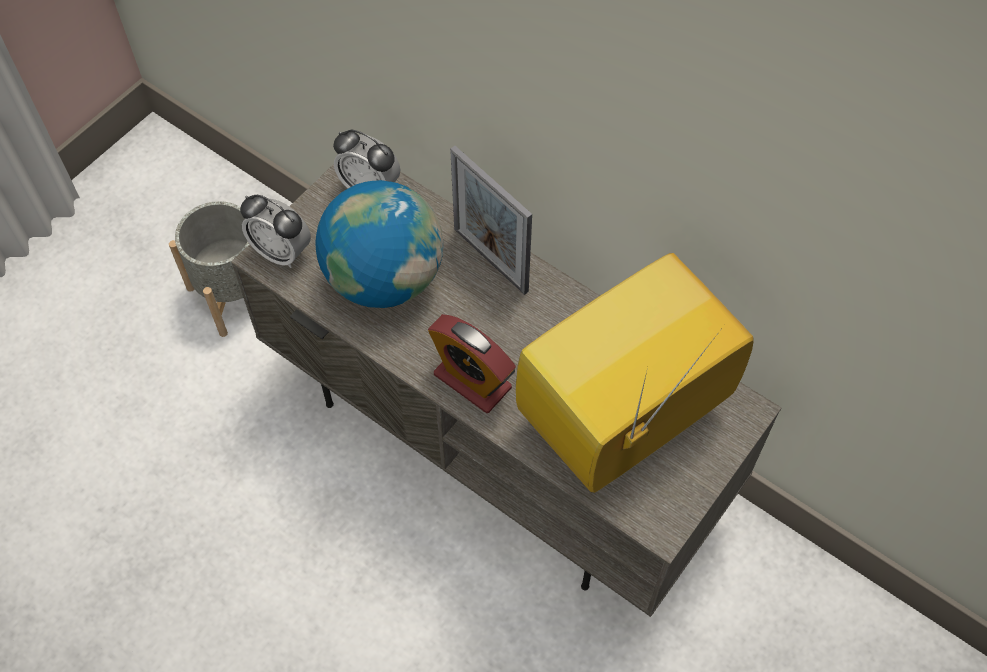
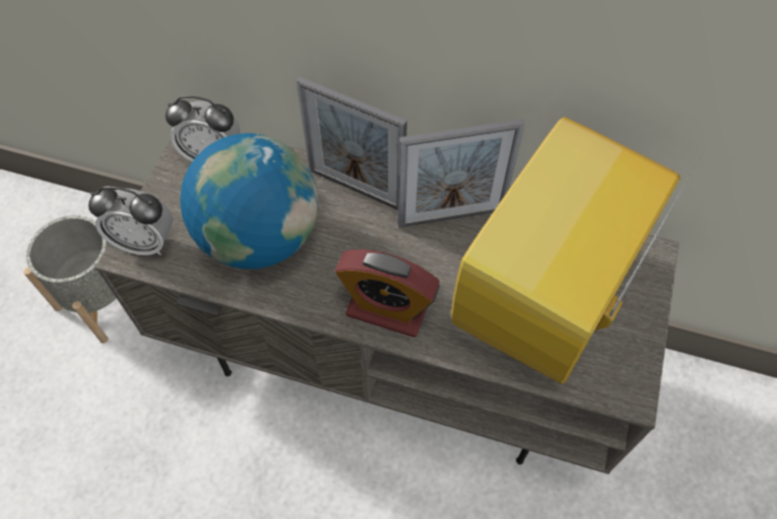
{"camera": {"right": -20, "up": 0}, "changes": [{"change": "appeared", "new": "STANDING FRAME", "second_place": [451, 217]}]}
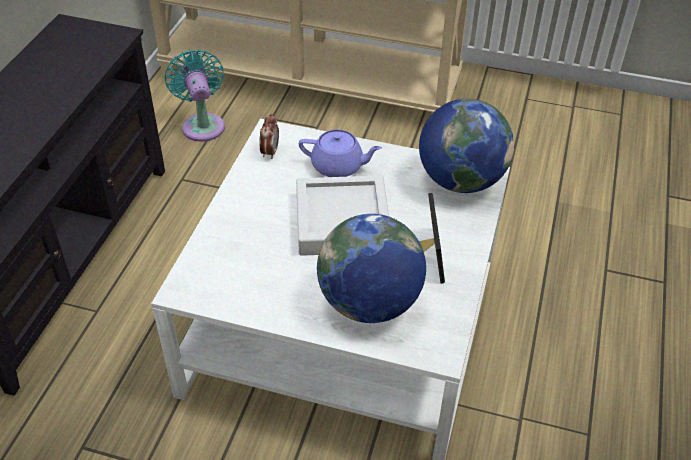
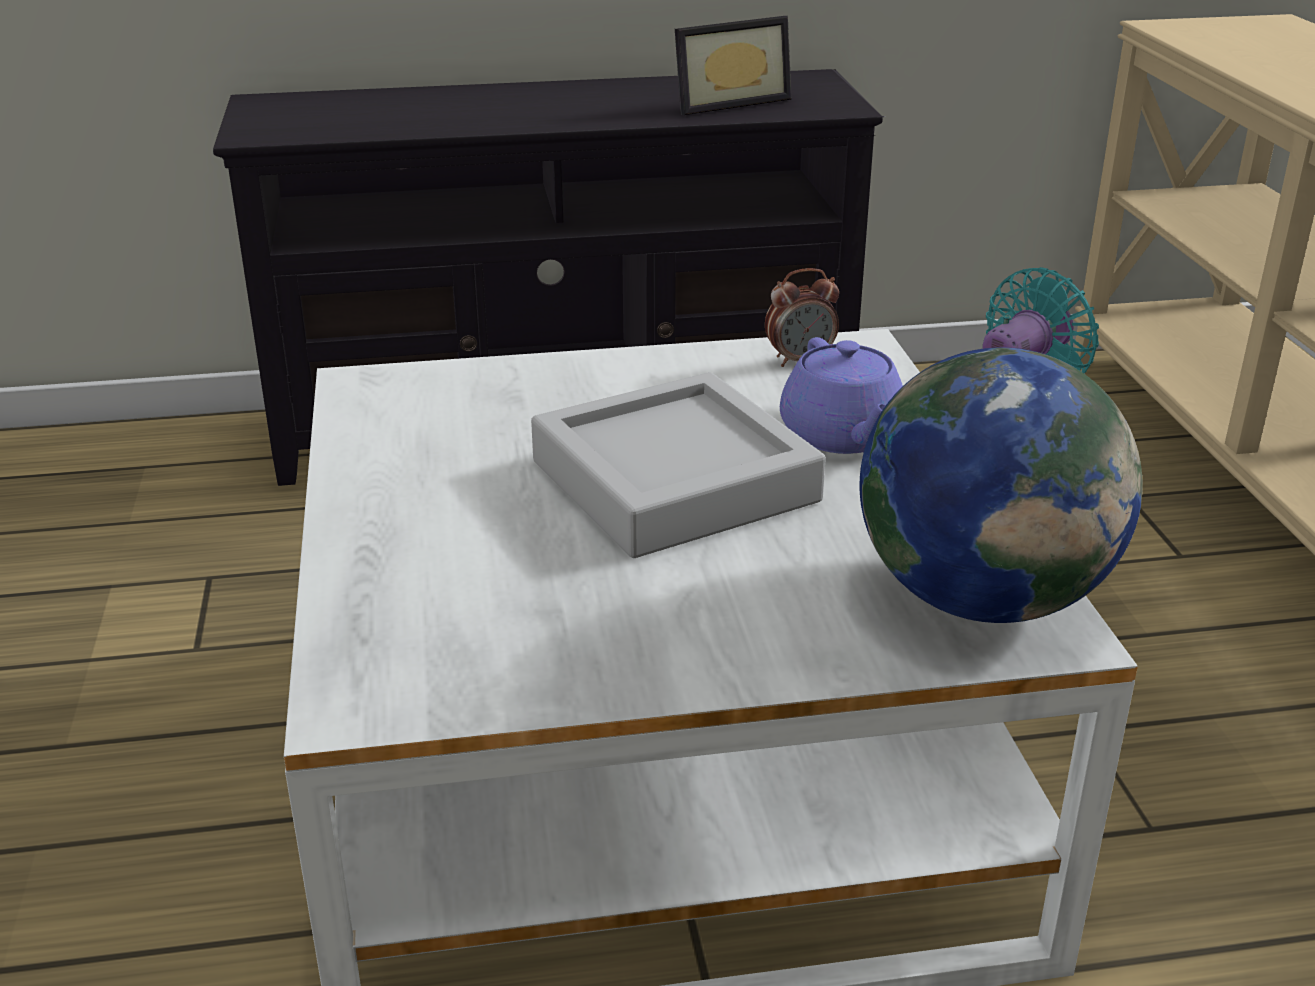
{"camera": {"right": 65, "up": -15}, "changes": [{"change": "missing", "old": "WORLD GLOBE", "first_place": [369, 303]}, {"change": "relocated", "old": "STANDING FRAME", "first_place": [425, 255], "second_place": [726, 102]}]}
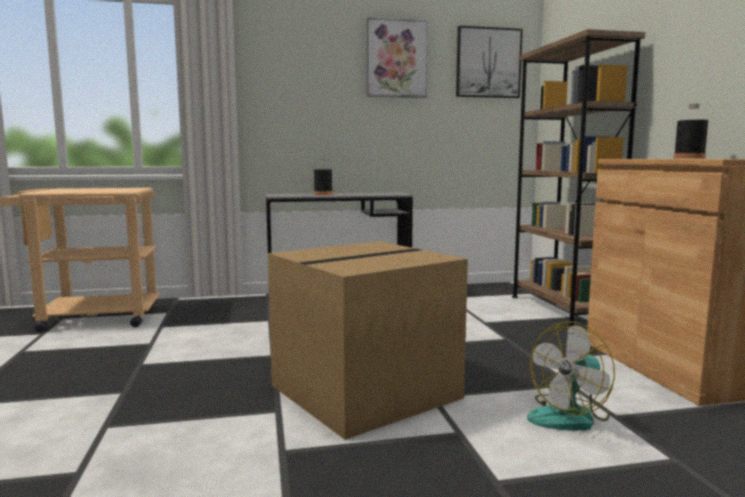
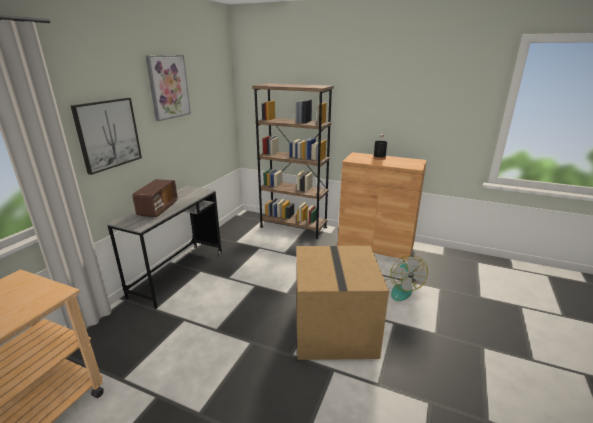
{"camera": {"right": -55, "up": 15}, "changes": [{"change": "exchanged", "old": "BLACKISH BOTTLE", "new": "RADIO", "first_place": [323, 194], "second_place": [158, 209]}, {"change": "relocated", "old": "WALL PICTURE", "first_place": [488, 63], "second_place": [108, 134]}]}
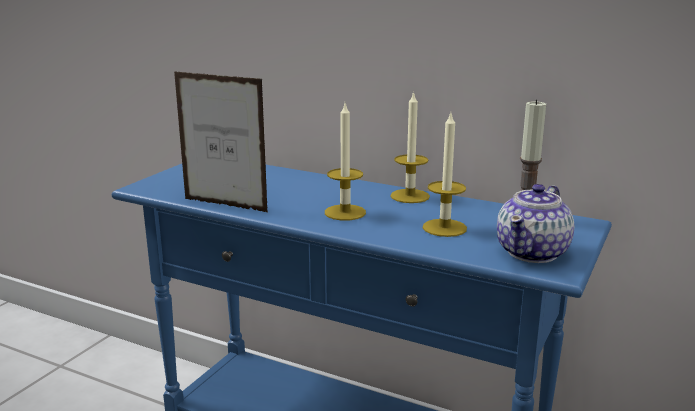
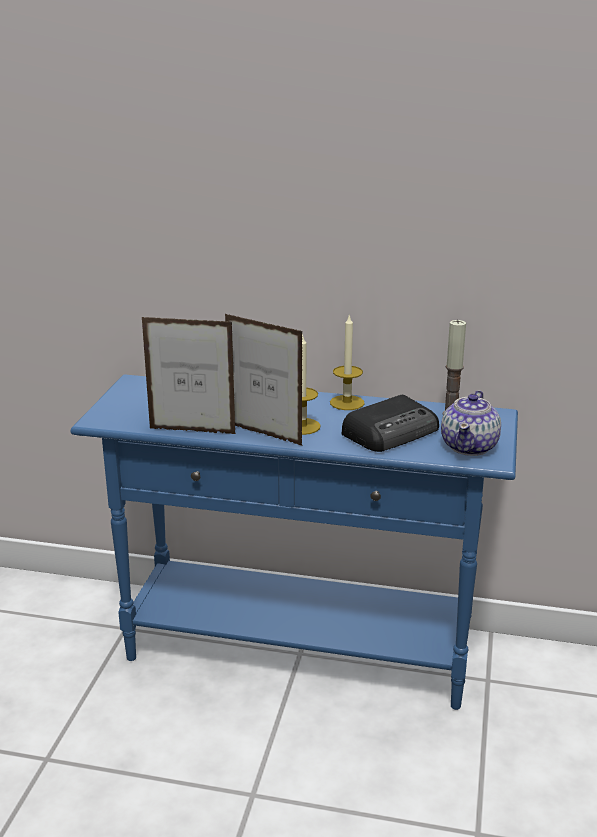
{"camera": {"right": -15, "up": 5}, "changes": [{"change": "exchanged", "old": "WAX LIGHT", "new": "RADIO", "first_place": [444, 228], "second_place": [392, 432]}, {"change": "appeared", "new": "STANDING FRAME", "second_place": [264, 435]}]}
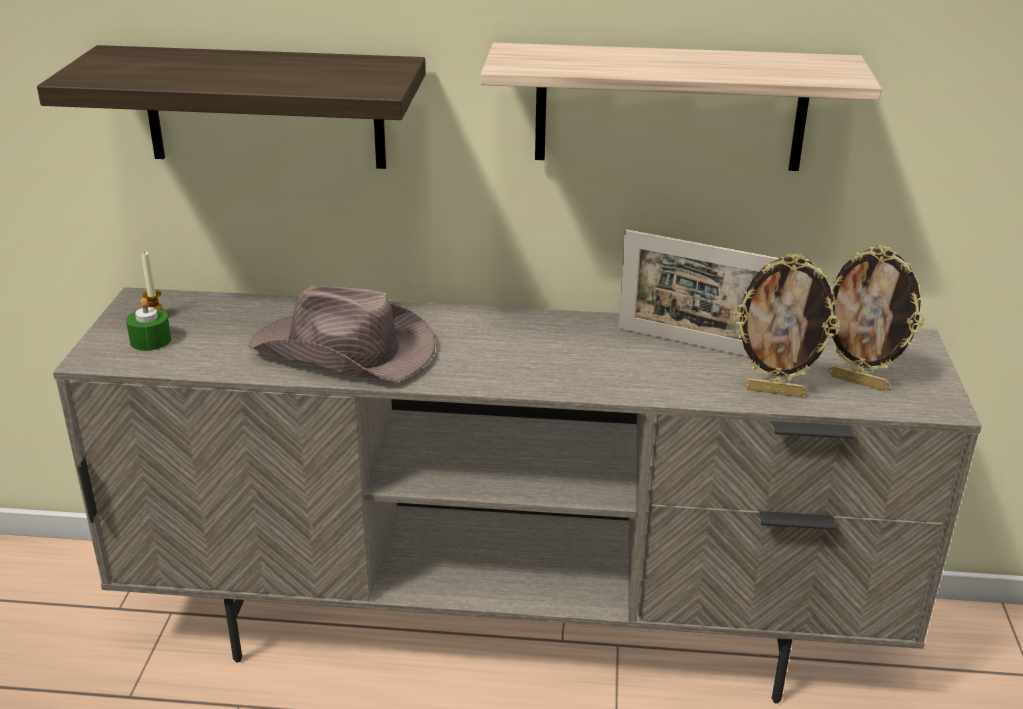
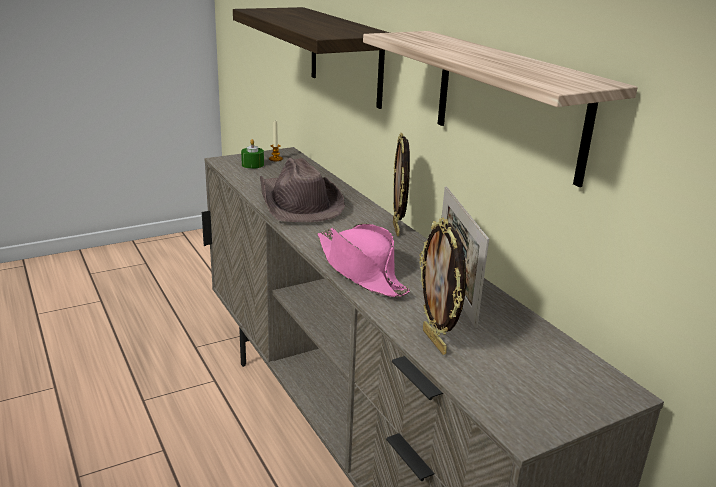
{"camera": {"right": 55, "up": -5}, "changes": [{"change": "relocated", "old": "STANDING FRAME", "first_place": [858, 381], "second_place": [397, 229]}, {"change": "appeared", "new": "PINK HAT", "second_place": [361, 270]}]}
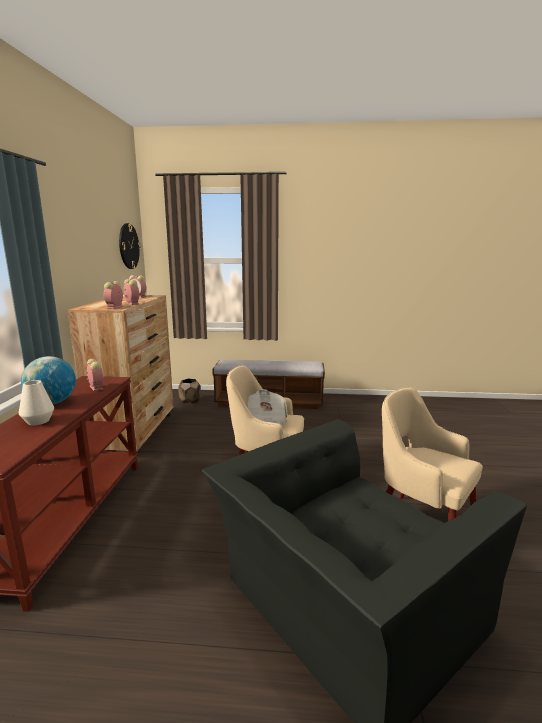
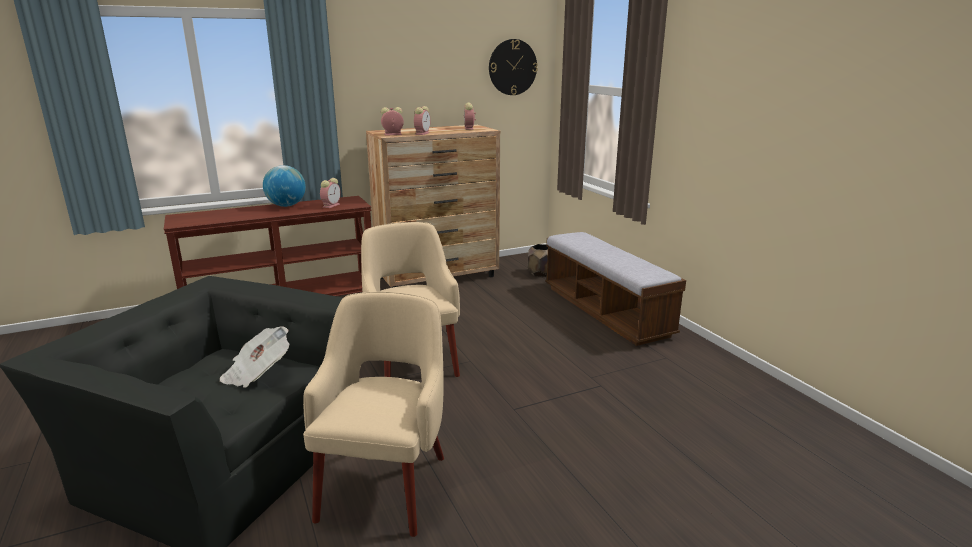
{"camera": {"right": 60, "up": 5}, "changes": [{"change": "missing", "old": "WHITISH DECORATIVE VASE", "first_place": [38, 421]}, {"change": "relocated", "old": "NEWSPAPER", "first_place": [267, 420], "second_place": [257, 373]}]}
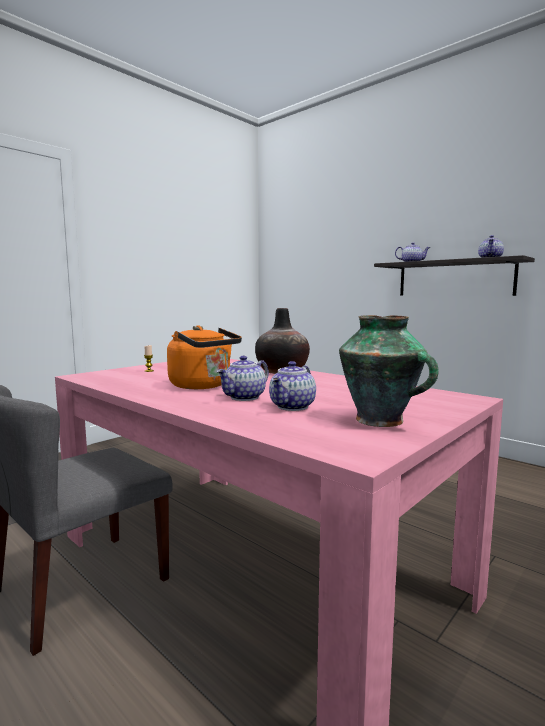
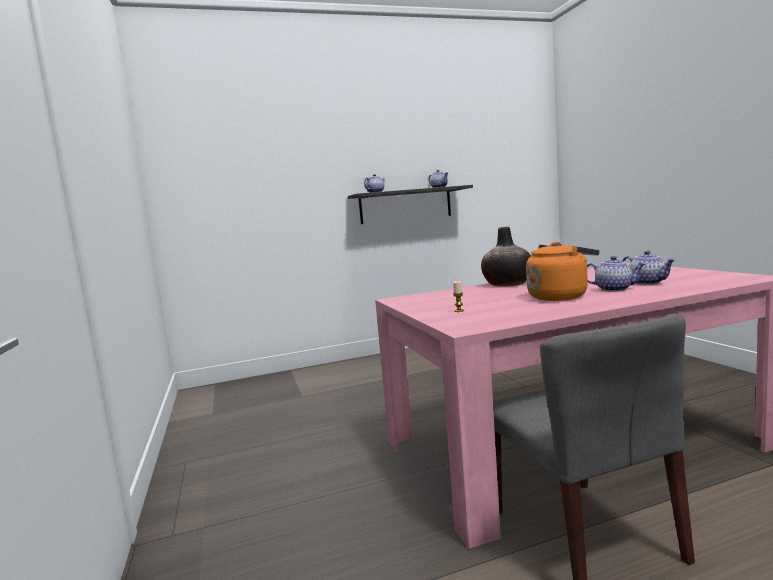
{"camera": {"right": -60, "up": 0}, "changes": [{"change": "spun", "old": "POT FOR TEA", "first_place": [244, 397], "second_place": [614, 289], "degrees": -45}, {"change": "missing", "old": "DECORATIVE VASE", "first_place": [381, 421]}]}
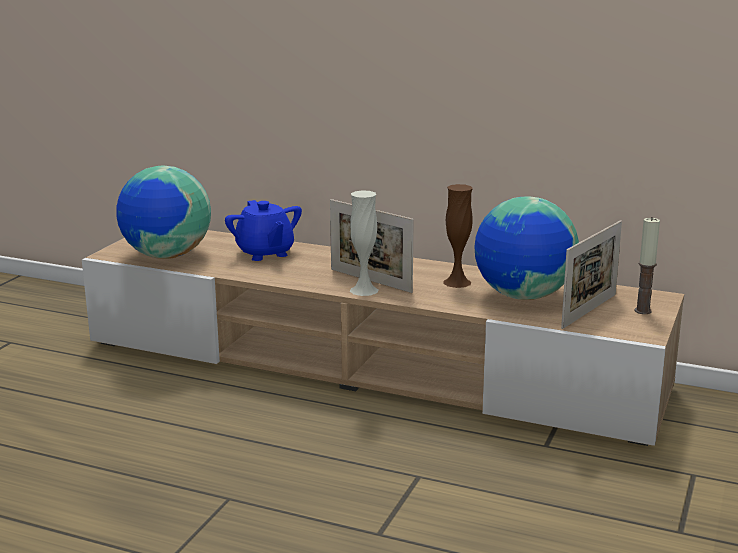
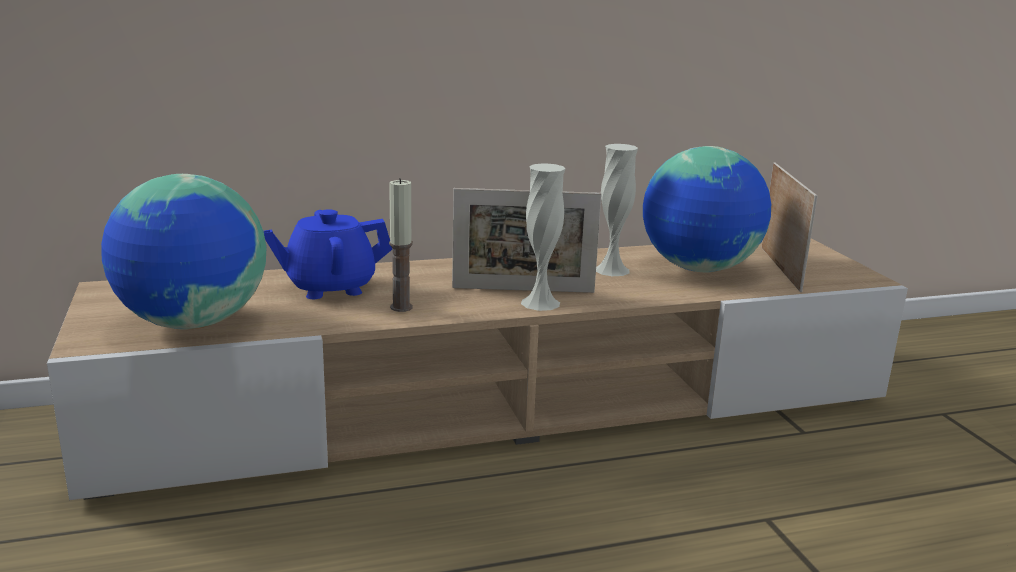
{"camera": {"right": -40, "up": 0}, "changes": [{"change": "spun", "old": "BLUE POT FOR TEA", "first_place": [265, 253], "second_place": [330, 287], "degrees": 135}, {"change": "colour", "old": "BROWN DECORATIVE VASE", "new": "WHITISH DECORATIVE VASE", "first_place": [457, 282], "second_place": [611, 270]}, {"change": "relocated", "old": "WAX LIGHT", "first_place": [642, 311], "second_place": [401, 307]}]}
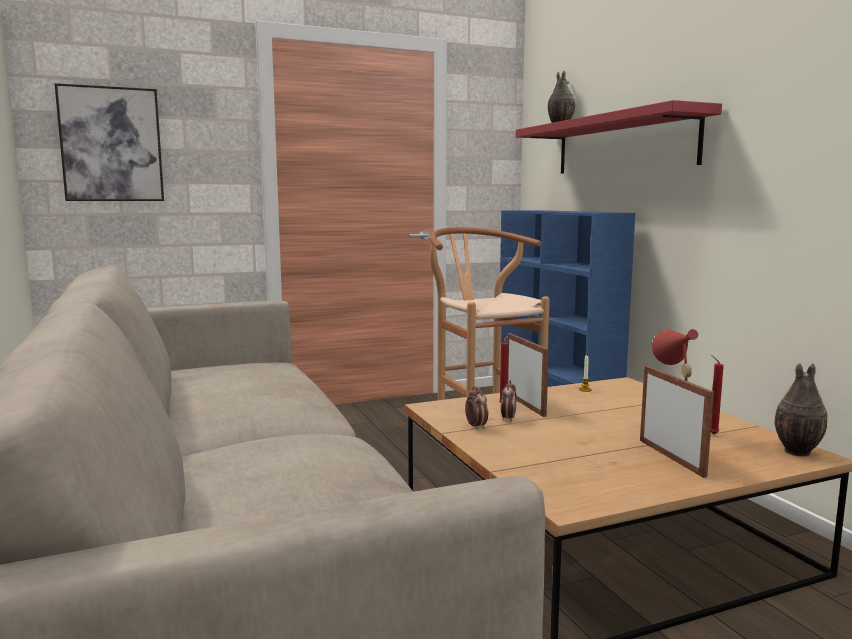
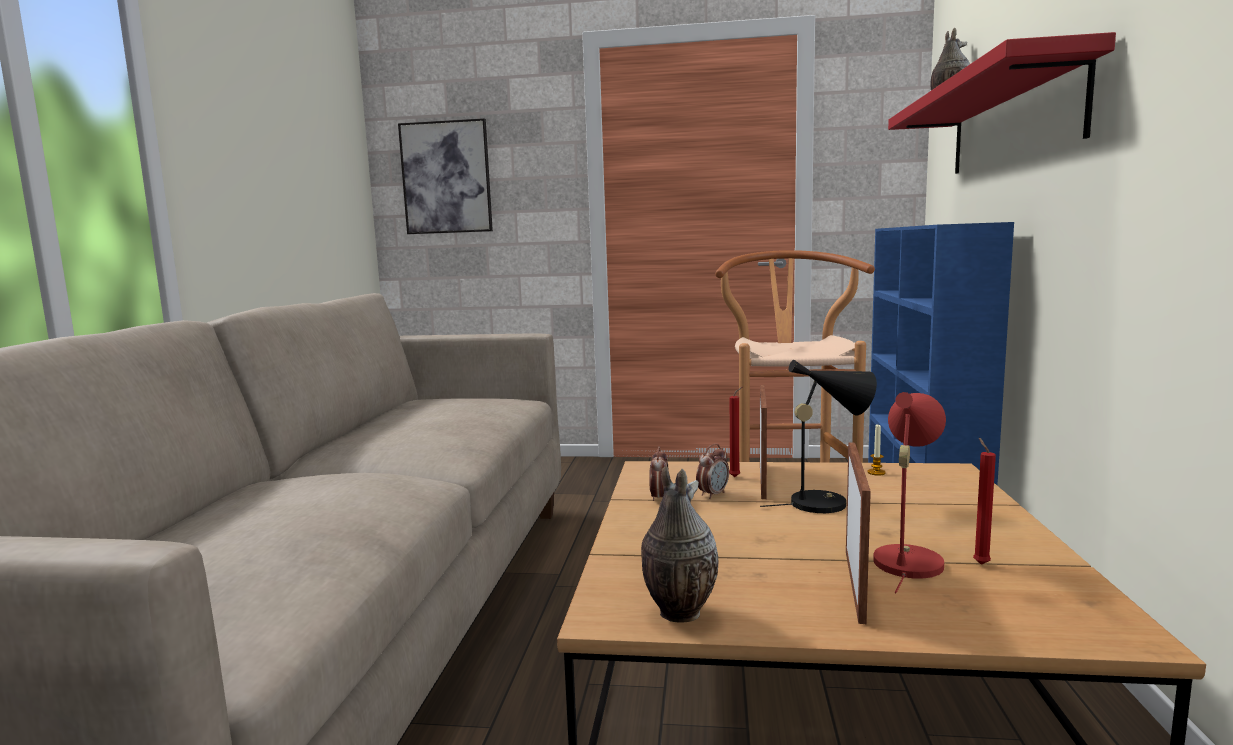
{"camera": {"right": 30, "up": 0}, "changes": [{"change": "relocated", "old": "DECORATIVE VASE", "first_place": [796, 452], "second_place": [677, 613]}, {"change": "appeared", "new": "BLACKISH LAMP FOR A TABLE", "second_place": [825, 502]}]}
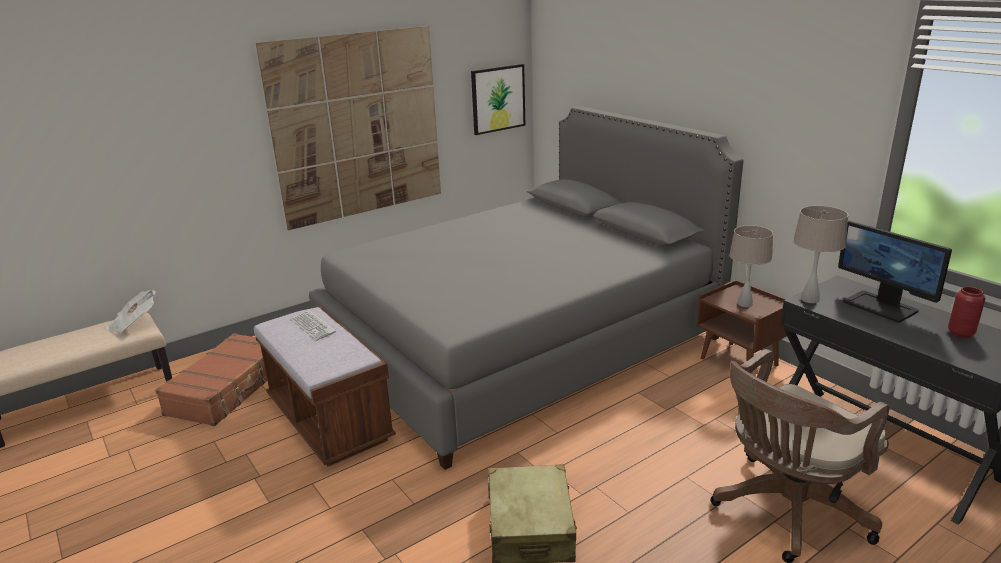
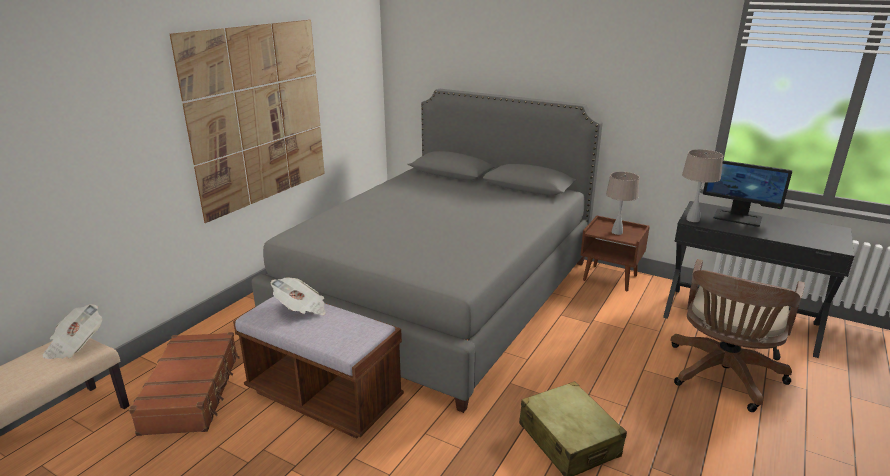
{"camera": {"right": -25, "up": 0}, "changes": [{"change": "exchanged", "old": "PC KEYBOARD", "new": "NEWSPAPER", "first_place": [313, 326], "second_place": [301, 309]}, {"change": "missing", "old": "WALL PICTURE", "first_place": [498, 99]}, {"change": "missing", "old": "RED DECORATIVE VASE", "first_place": [960, 333]}]}
